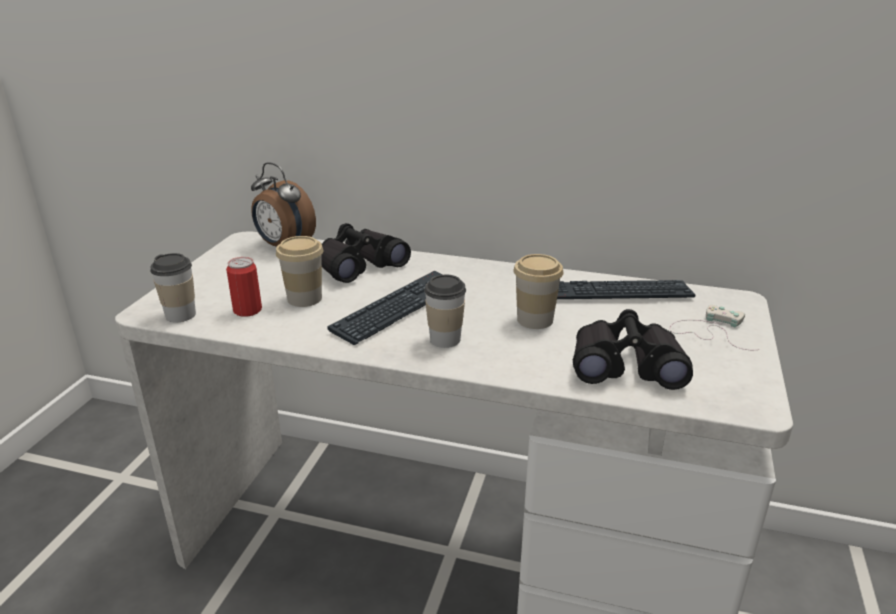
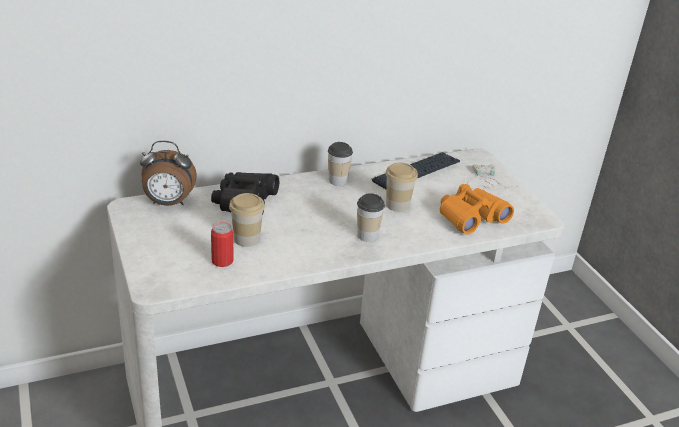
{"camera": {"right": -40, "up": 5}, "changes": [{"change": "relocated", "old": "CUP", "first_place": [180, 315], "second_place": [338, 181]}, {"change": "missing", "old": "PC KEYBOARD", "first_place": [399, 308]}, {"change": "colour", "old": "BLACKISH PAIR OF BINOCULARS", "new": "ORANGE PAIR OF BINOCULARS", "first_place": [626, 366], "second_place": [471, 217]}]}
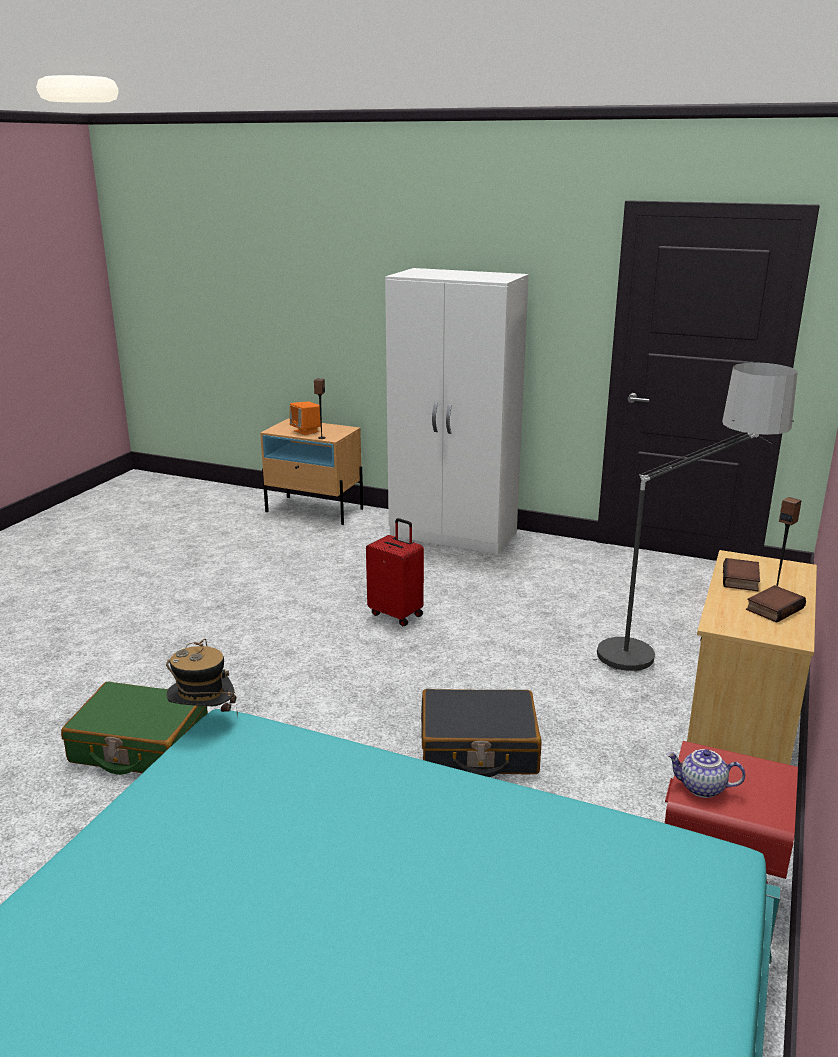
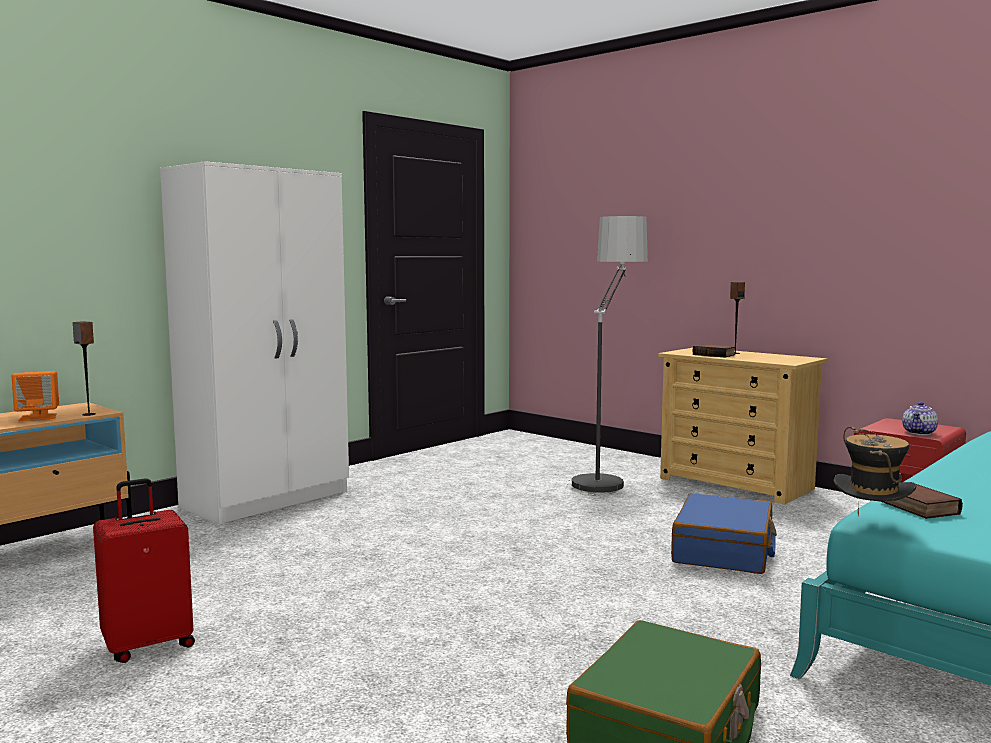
{"camera": {"right": -70, "up": -15}, "changes": [{"change": "relocated", "old": "RED TRAVEL CASE", "first_place": [397, 614], "second_place": [148, 645]}, {"change": "colour", "old": "BLACKISH TRAVEL CASE", "new": "BLUE TRAVEL CASE", "first_place": [478, 748], "second_place": [724, 551]}, {"change": "relocated", "old": "BOOK", "first_place": [773, 608], "second_place": [916, 507]}]}
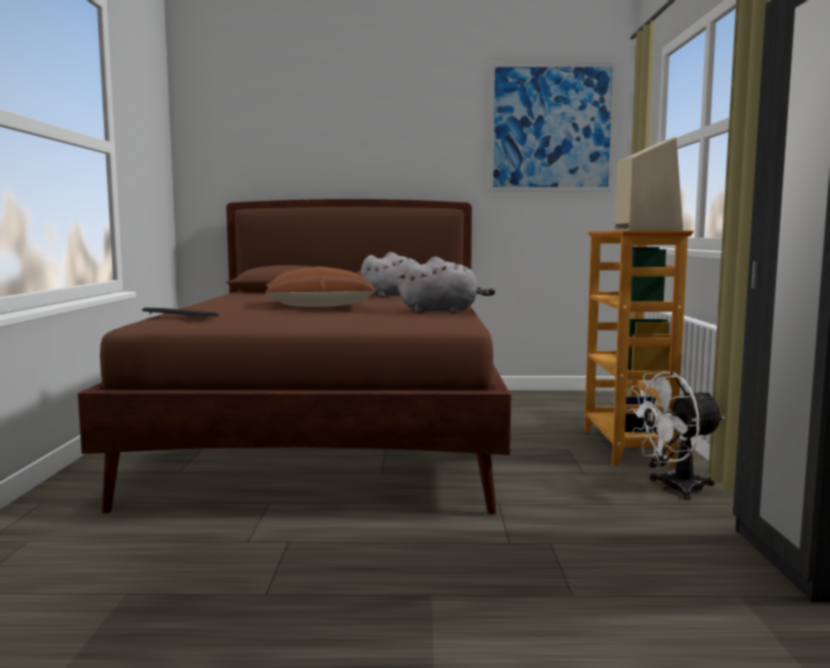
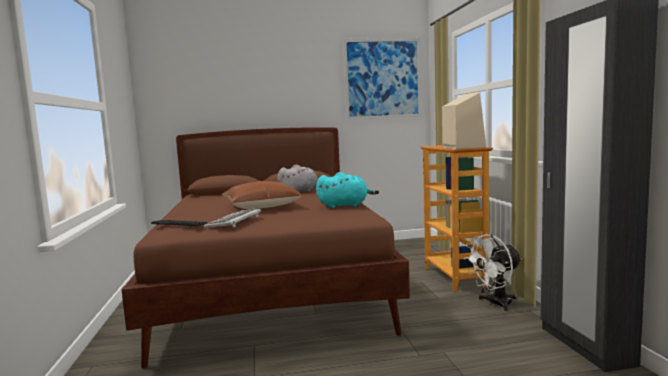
{"camera": {"right": -10, "up": 0}, "changes": [{"change": "colour", "old": "GRAY CUDDLY TOY", "new": "TURQUOISE-COLOURED CUDDLY TOY", "first_place": [442, 311], "second_place": [345, 205]}, {"change": "appeared", "new": "PC KEYBOARD", "second_place": [234, 221]}]}
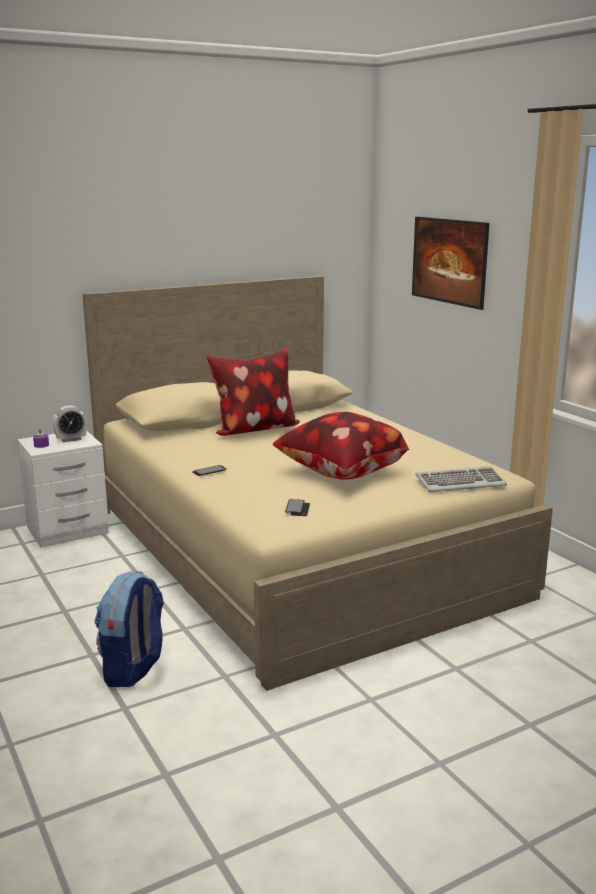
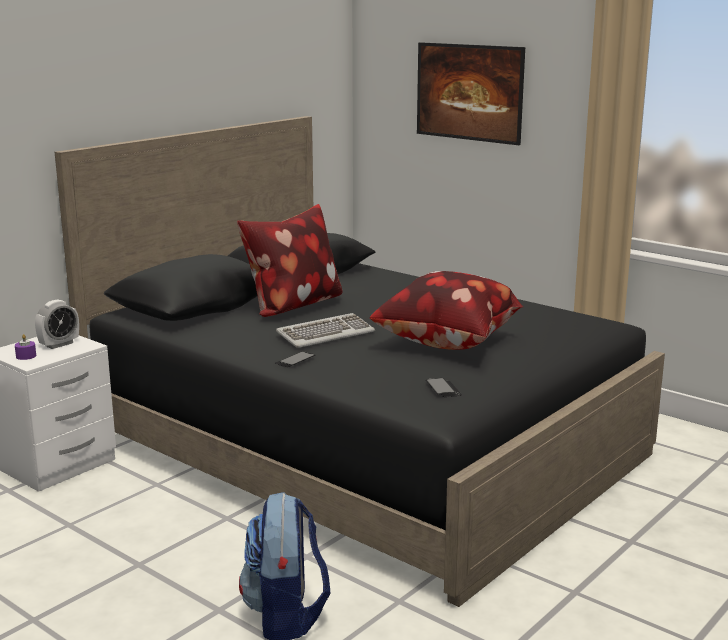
{"camera": {"right": -20, "up": 0}, "changes": [{"change": "colour", "old": "SAND-COLOURED BED", "new": "BLACKISH BED", "first_place": [298, 550], "second_place": [364, 443]}, {"change": "relocated", "old": "PC KEYBOARD", "first_place": [460, 482], "second_place": [325, 334]}]}
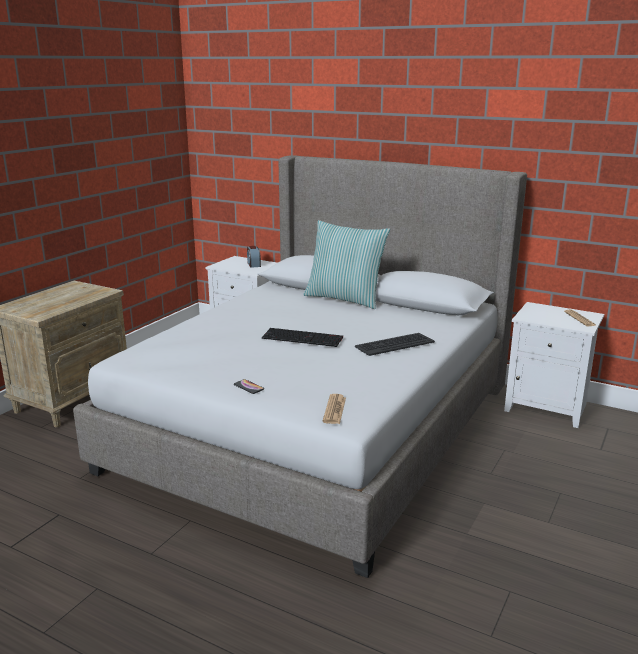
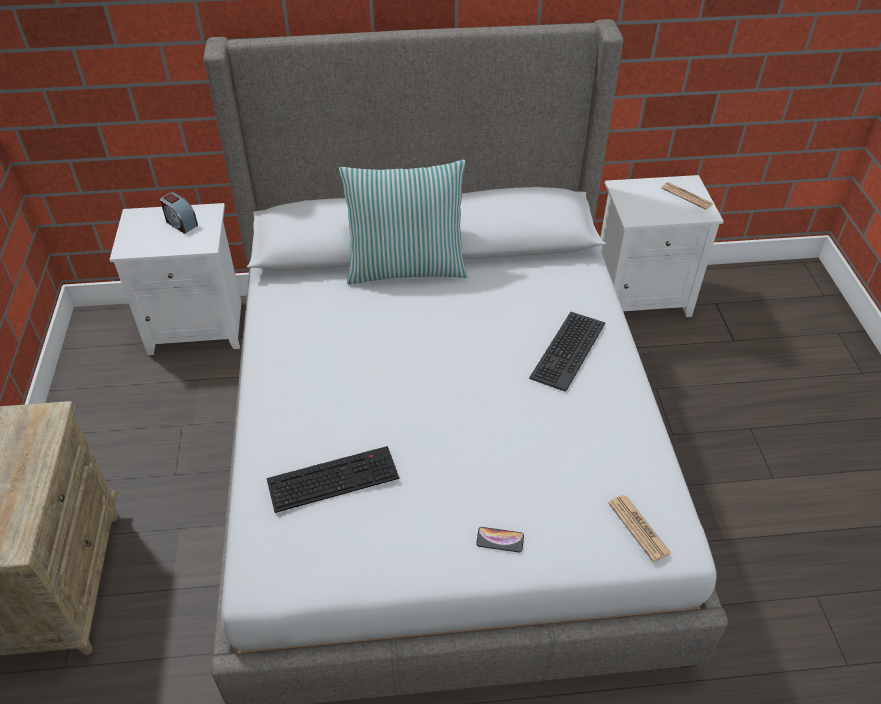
{"camera": {"right": -35, "up": 25}, "changes": [{"change": "relocated", "old": "PC KEYBOARD", "first_place": [303, 337], "second_place": [334, 477]}]}
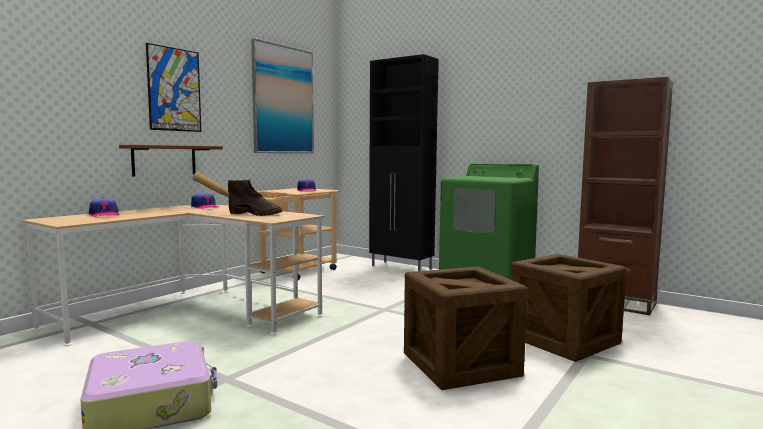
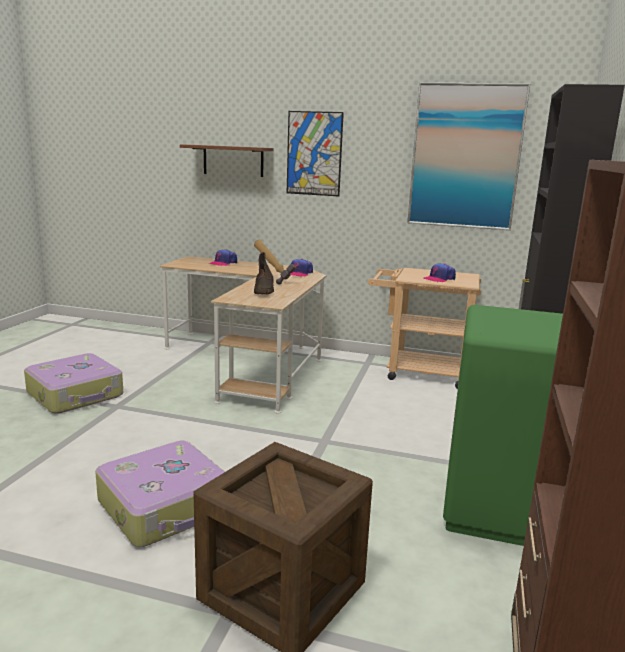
{"camera": {"right": 70, "up": 10}, "changes": [{"change": "relocated", "old": "BROWN BRACKET SHELF", "first_place": [164, 160], "second_place": [233, 160]}, {"change": "exchanged", "old": "CRATE", "new": "TRAVEL CASE", "first_place": [460, 365], "second_place": [166, 506]}]}
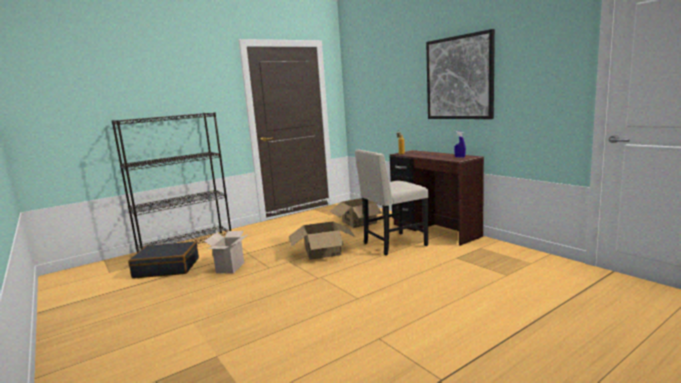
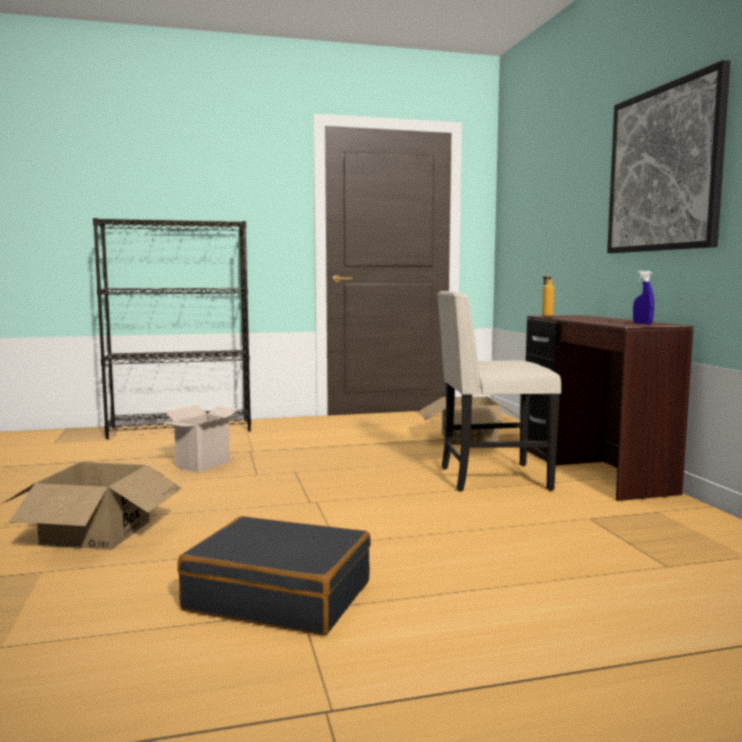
{"camera": {"right": 20, "up": -5}, "changes": [{"change": "relocated", "old": "BLACKISH TRAVEL CASE", "first_place": [167, 268], "second_place": [279, 596]}, {"change": "relocated", "old": "CARTON", "first_place": [322, 251], "second_place": [97, 532]}]}
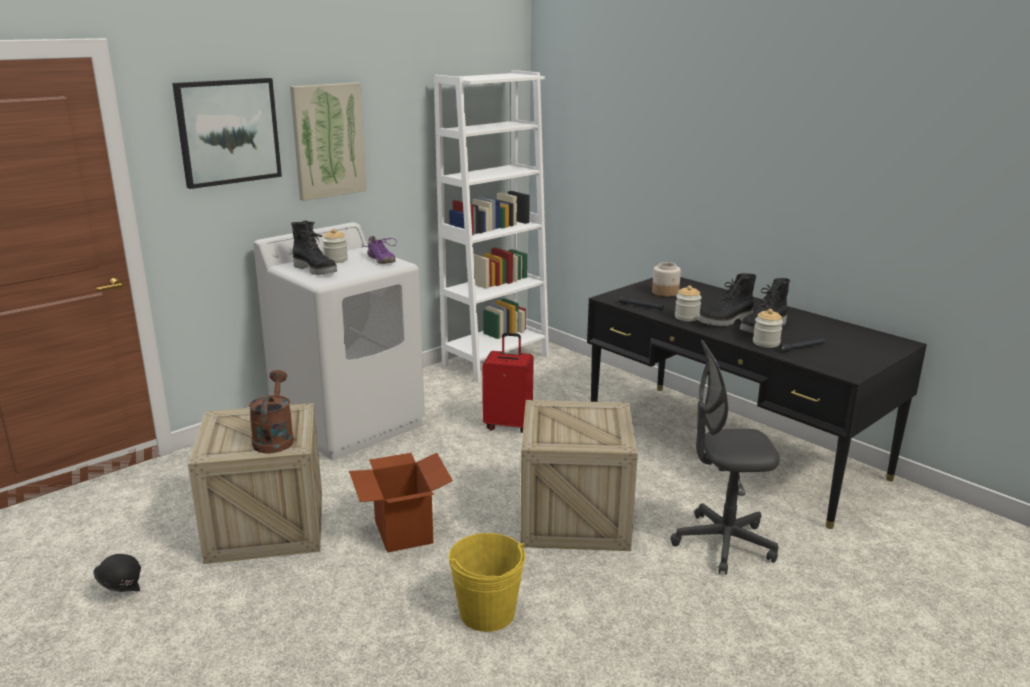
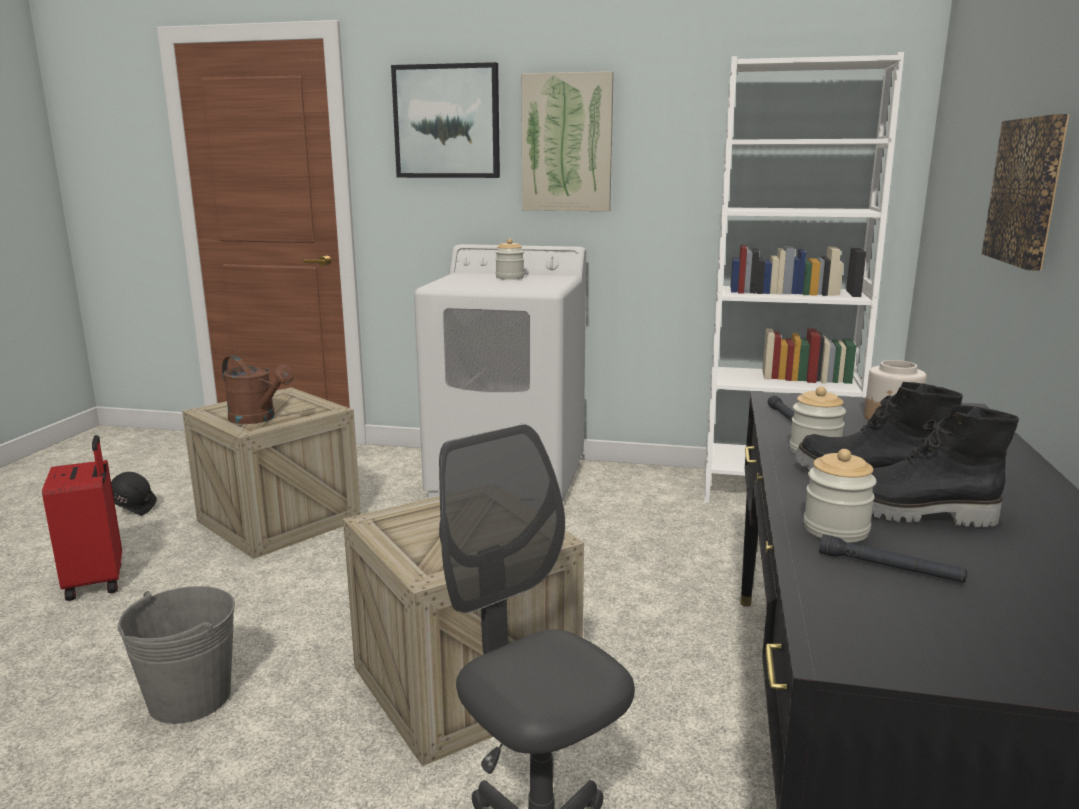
{"camera": {"right": 55, "up": -5}, "changes": [{"change": "spun", "old": "BROWN WATERING POT", "first_place": [274, 438], "second_place": [258, 419], "degrees": 75}, {"change": "missing", "old": "BLACKISH BOOT", "first_place": [316, 270]}, {"change": "missing", "old": "CARTON", "first_place": [403, 531]}, {"change": "missing", "old": "PURPLE LOW SHOE", "first_place": [380, 260]}, {"change": "colour", "old": "YELLOW-COLOURED BUCKET", "new": "GRAY BUCKET", "first_place": [487, 613], "second_place": [190, 698]}, {"change": "relocated", "old": "RED TRAVEL CASE", "first_place": [509, 425], "second_place": [97, 581]}, {"change": "appeared", "new": "WALL PICTURE", "second_place": [1027, 191]}]}
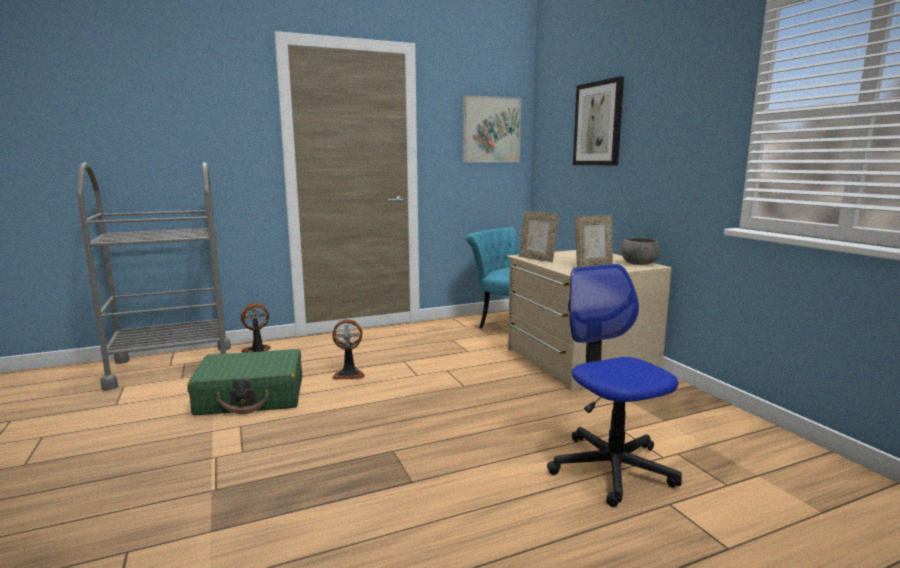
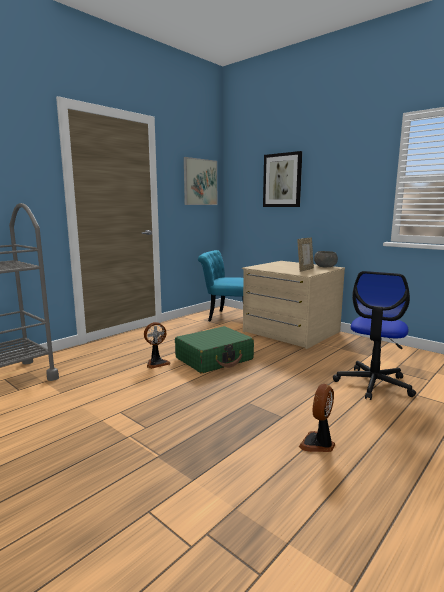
{"camera": {"right": -25, "up": 0}, "changes": [{"change": "relocated", "old": "GREEN-COLOURED TRAVEL CASE", "first_place": [251, 396], "second_place": [214, 359]}, {"change": "relocated", "old": "ELECTRIC FAN", "first_place": [257, 351], "second_place": [318, 444]}, {"change": "missing", "old": "STANDING FRAME", "first_place": [537, 259]}, {"change": "spun", "old": "OFFICE CHAIR", "first_place": [611, 468], "second_place": [373, 384], "degrees": -105}]}
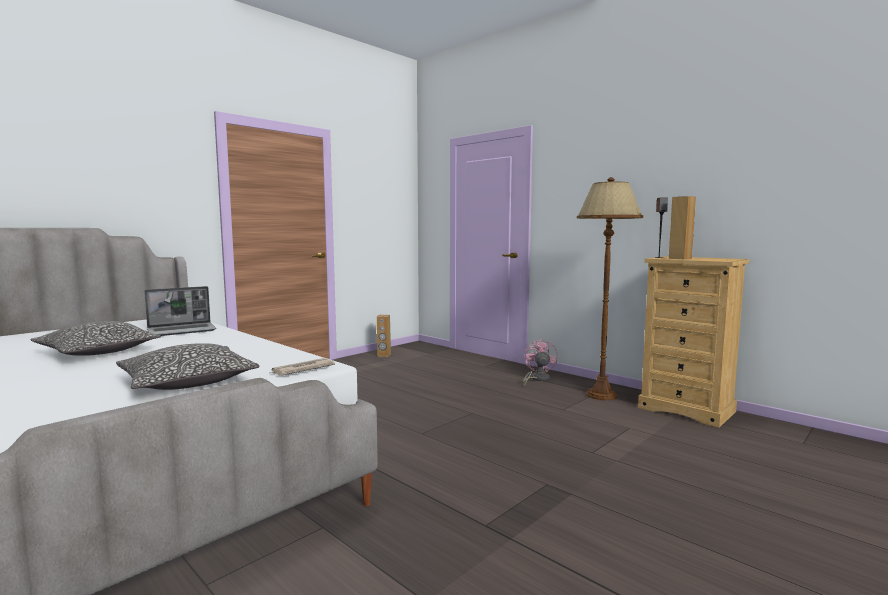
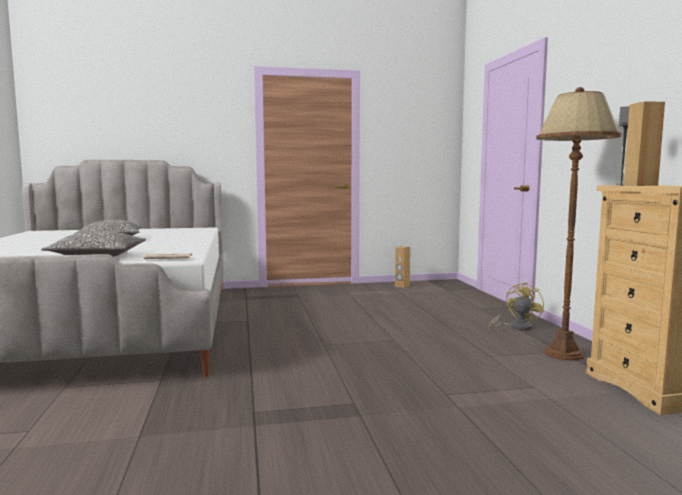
{"camera": {"right": 35, "up": 0}, "changes": [{"change": "missing", "old": "PORTABLE COMPUTER", "first_place": [182, 331]}, {"change": "colour", "old": "PINK ELECTRIC FAN", "new": "YELLOW-COLOURED ELECTRIC FAN", "first_place": [537, 379], "second_place": [516, 327]}]}
